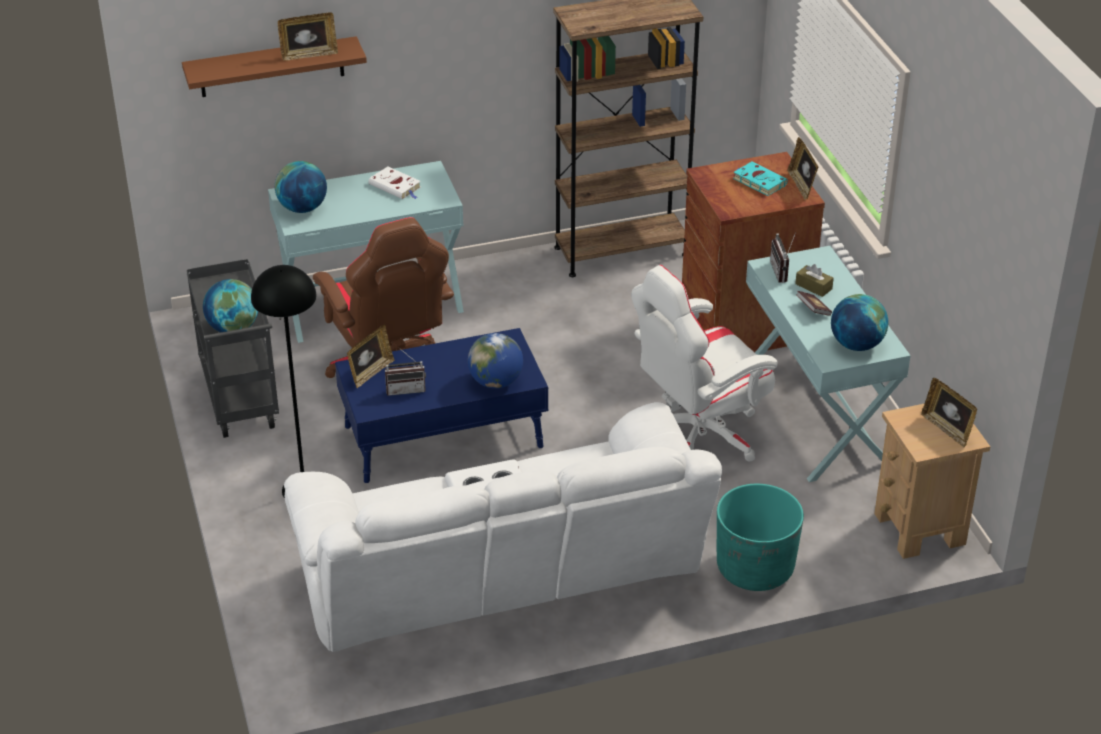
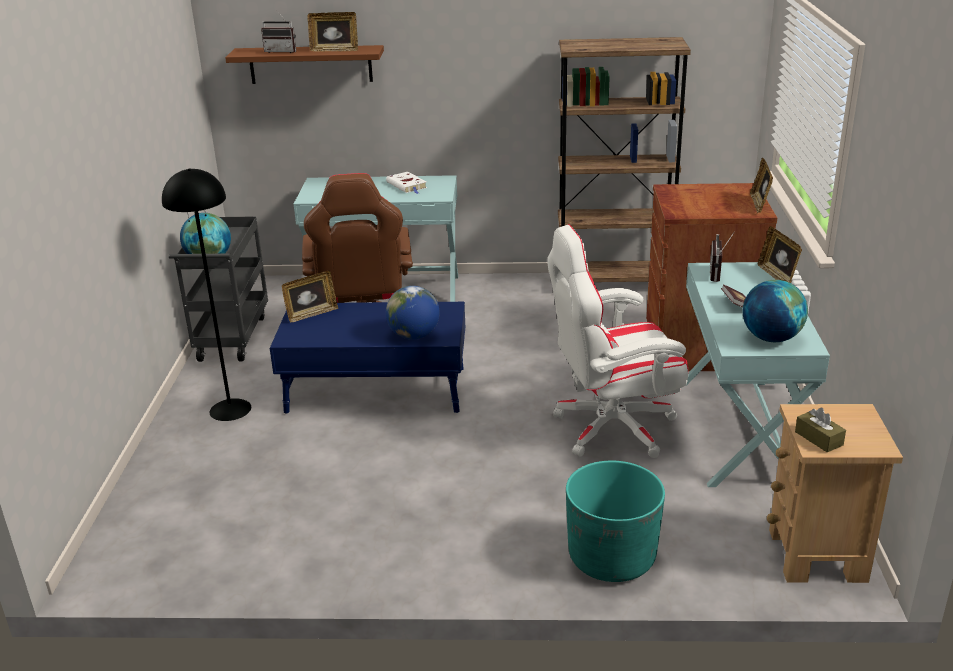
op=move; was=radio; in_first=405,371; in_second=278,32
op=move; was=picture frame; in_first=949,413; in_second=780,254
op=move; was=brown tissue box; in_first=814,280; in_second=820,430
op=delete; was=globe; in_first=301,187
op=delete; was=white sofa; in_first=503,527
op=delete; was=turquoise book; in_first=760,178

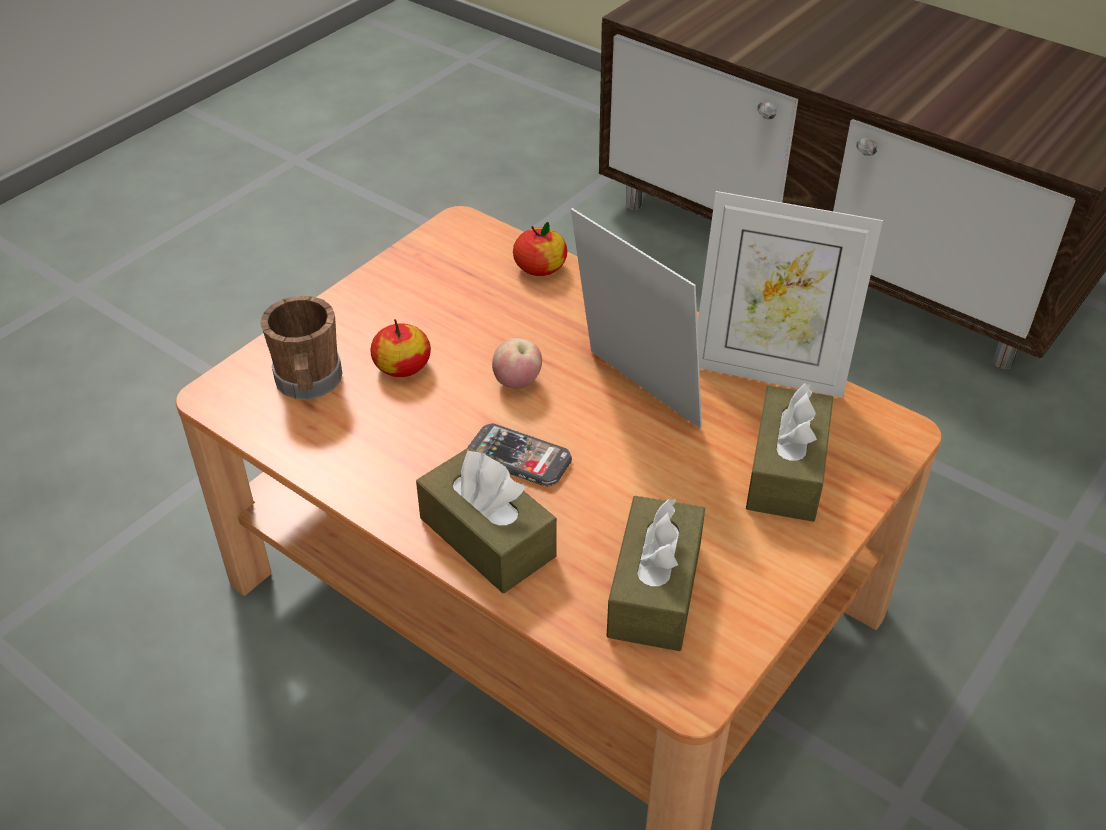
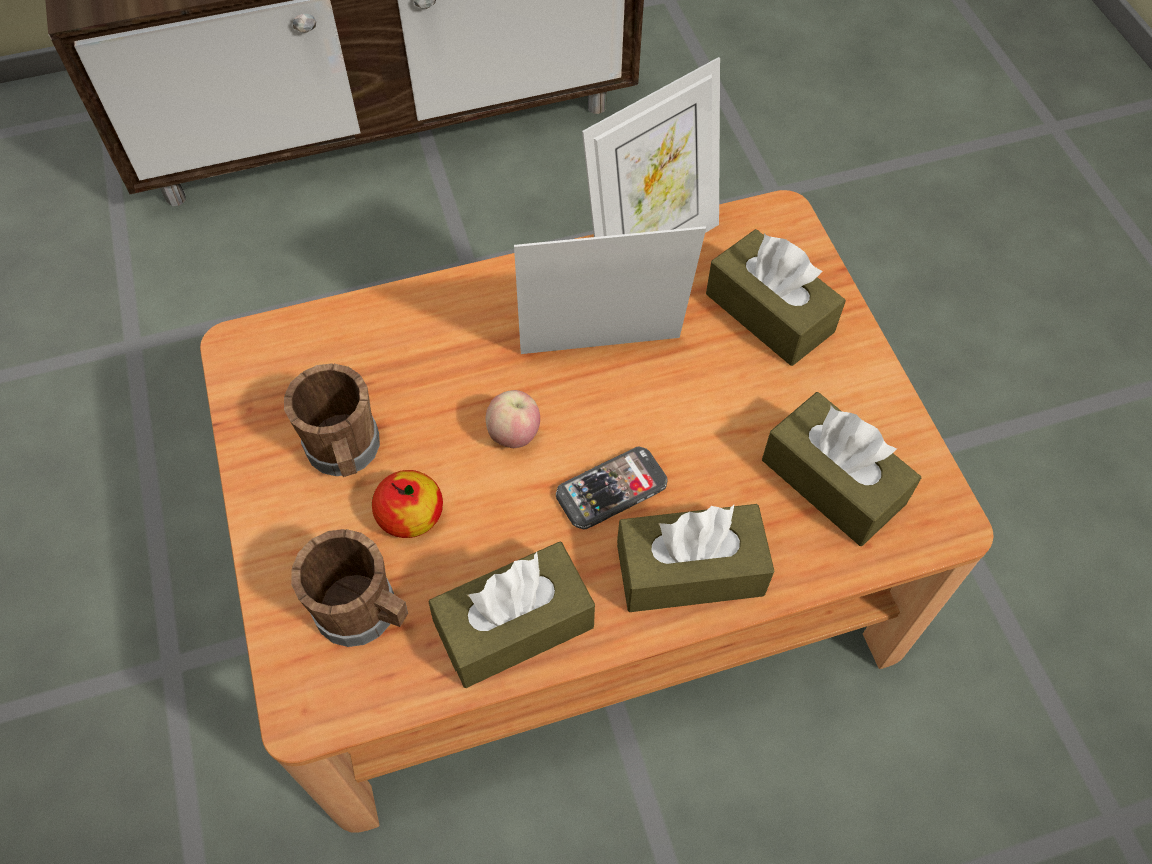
op=insert; now=brown mug; in_second=332,420
op=insert; now=brown tissue box; in_second=512,614
op=delete; was=apple; in_first=540,249

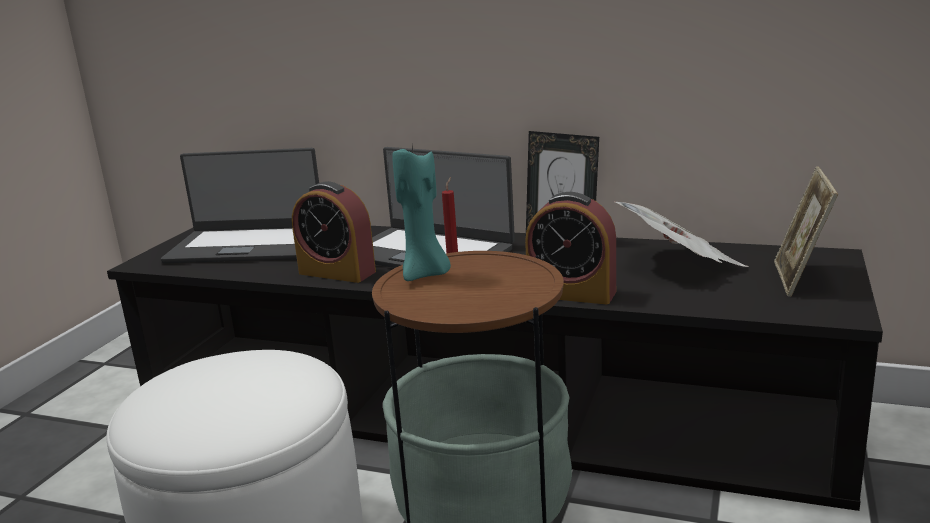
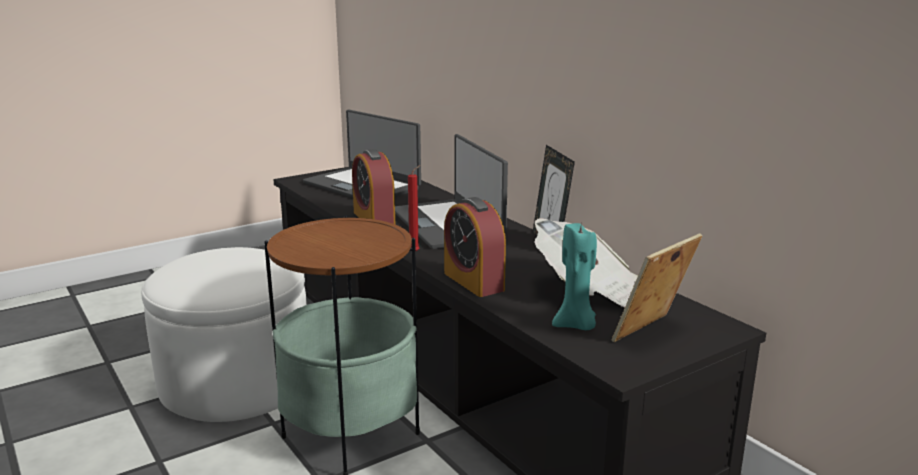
op=move; was=turquoise candle; in_first=421,213; in_second=574,276

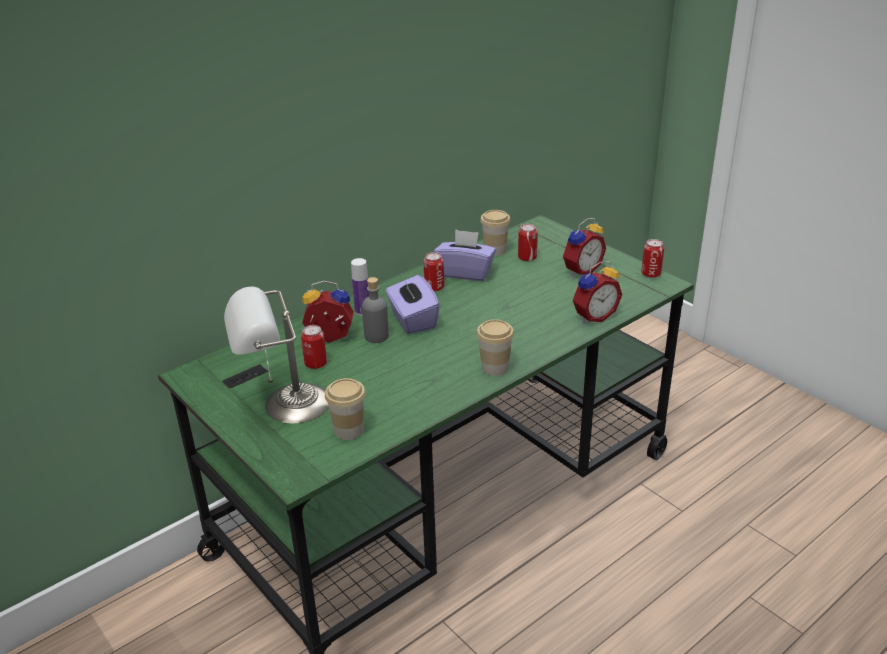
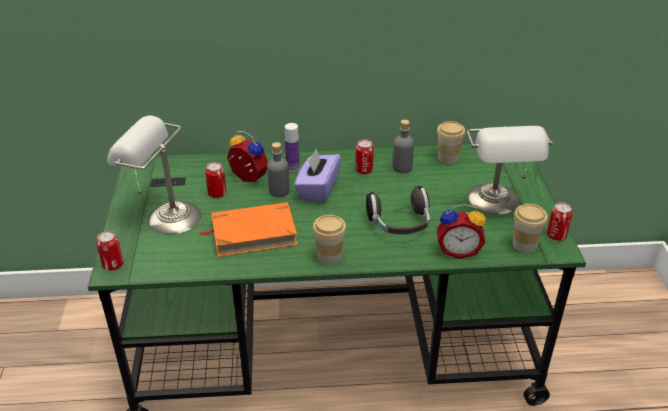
op=move; was=can; in_first=528,242; in_second=109,251
op=insert; now=orange book; in_second=248,229
op=insert; now=headphones; in_second=398,210
op=replace; was=purple tissue box; now=grey bottle; in_first=465,255; in_second=403,146
op=replace; was=alarm clock; now=white table lamp; in_first=584,247; in_second=510,170
op=move; was=cup; in_first=345,409; in_second=530,228

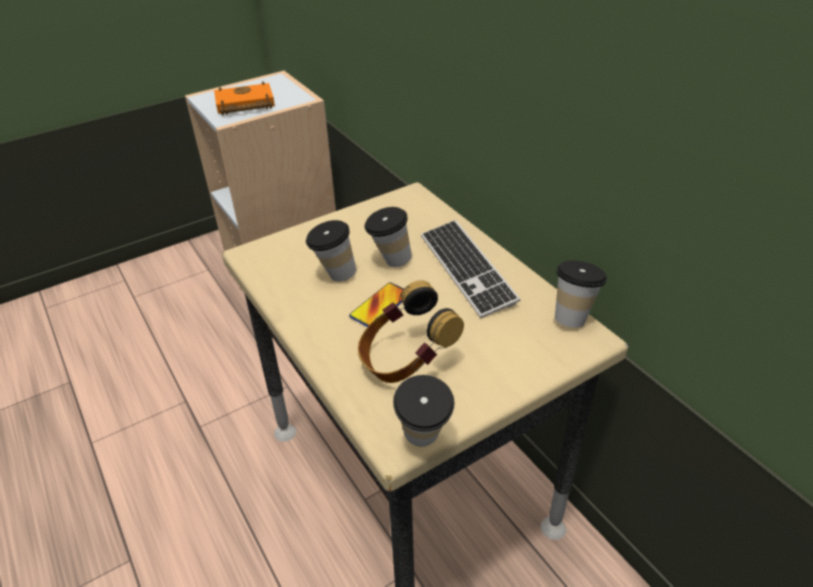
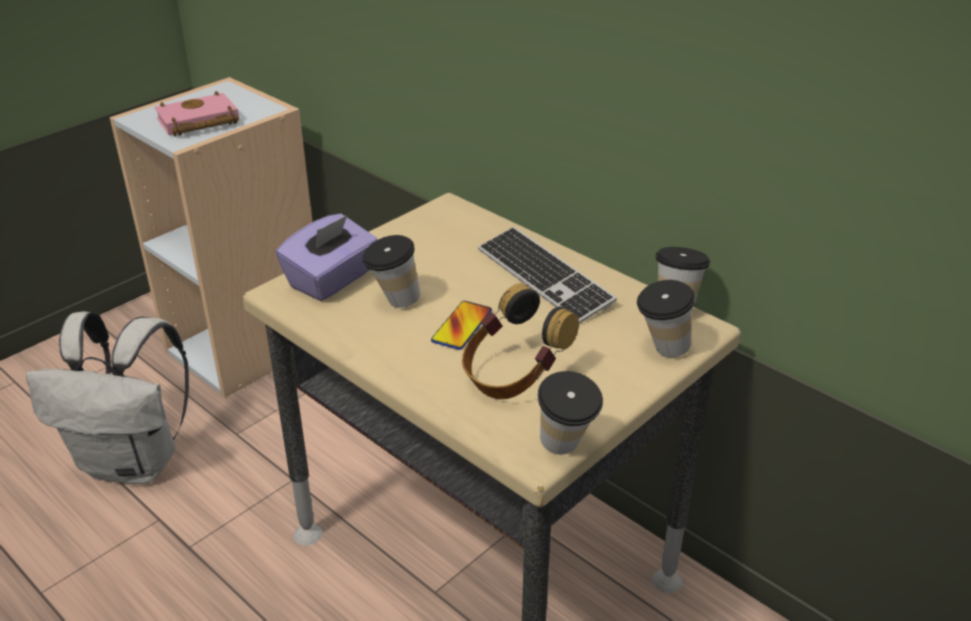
op=insert; now=white backpack; in_second=107,397
op=recolor; was=orange book; now=pink book; in_first=244,98; in_second=196,114
op=insert; now=purple tissue box; in_second=327,257
op=move; was=cup; in_first=388,237; in_second=666,318

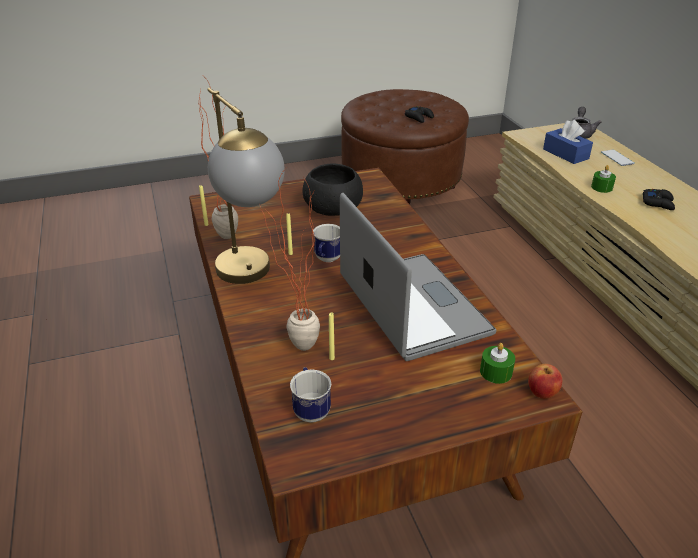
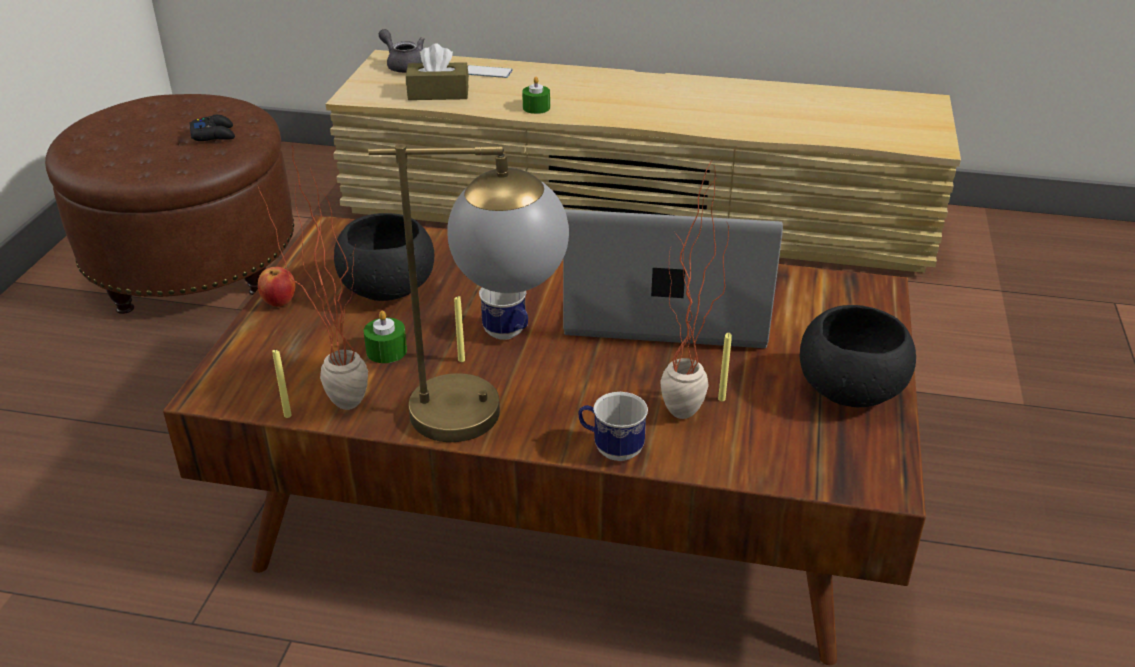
op=move; was=apple; in_first=545,381; in_second=276,287
op=move; was=green candle; in_first=497,363; in_second=385,337
op=recolor; was=blue tissue box; now=brown tissue box; in_first=568,142; in_second=437,71
op=move; was=mug; in_first=310,395; in_second=613,426
op=insert; now=black bowl; in_second=858,356
op=delete; was=black game controller; in_first=659,199

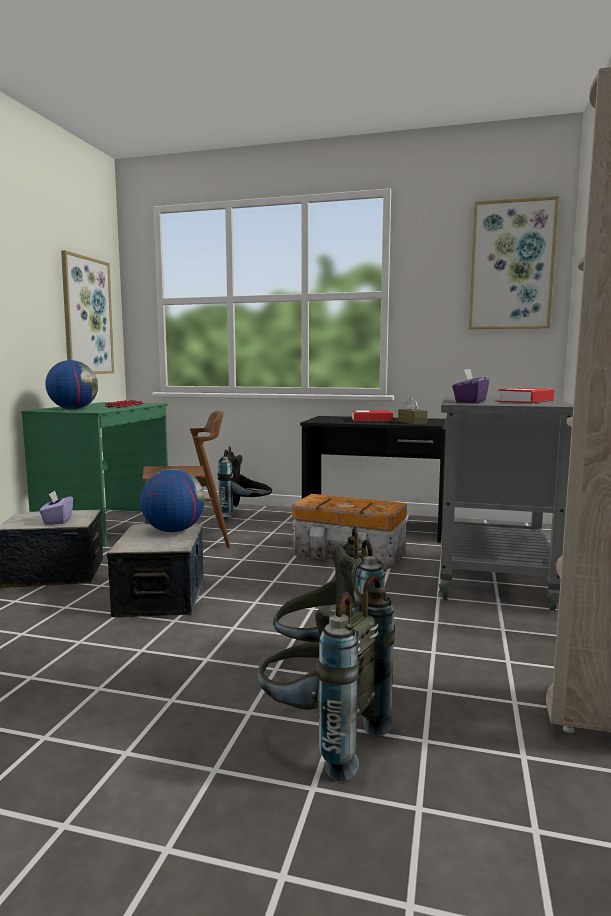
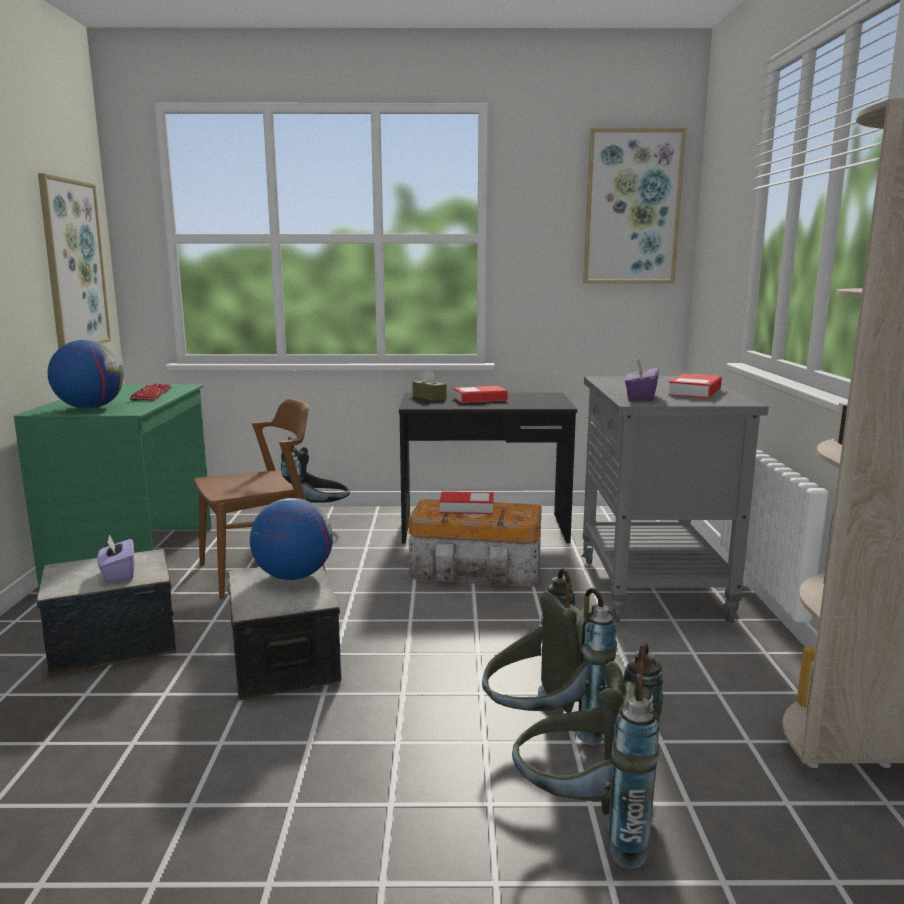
op=move; was=brown tissue box; in_first=412,410; in_second=429,385
op=insert; now=book; in_second=466,502

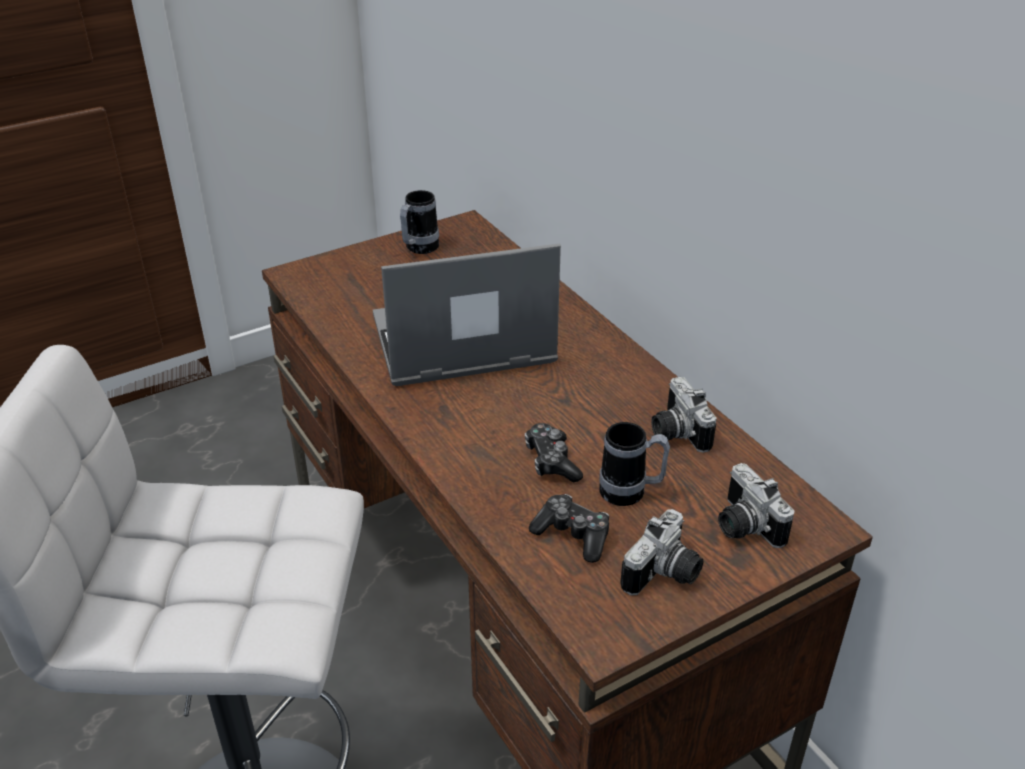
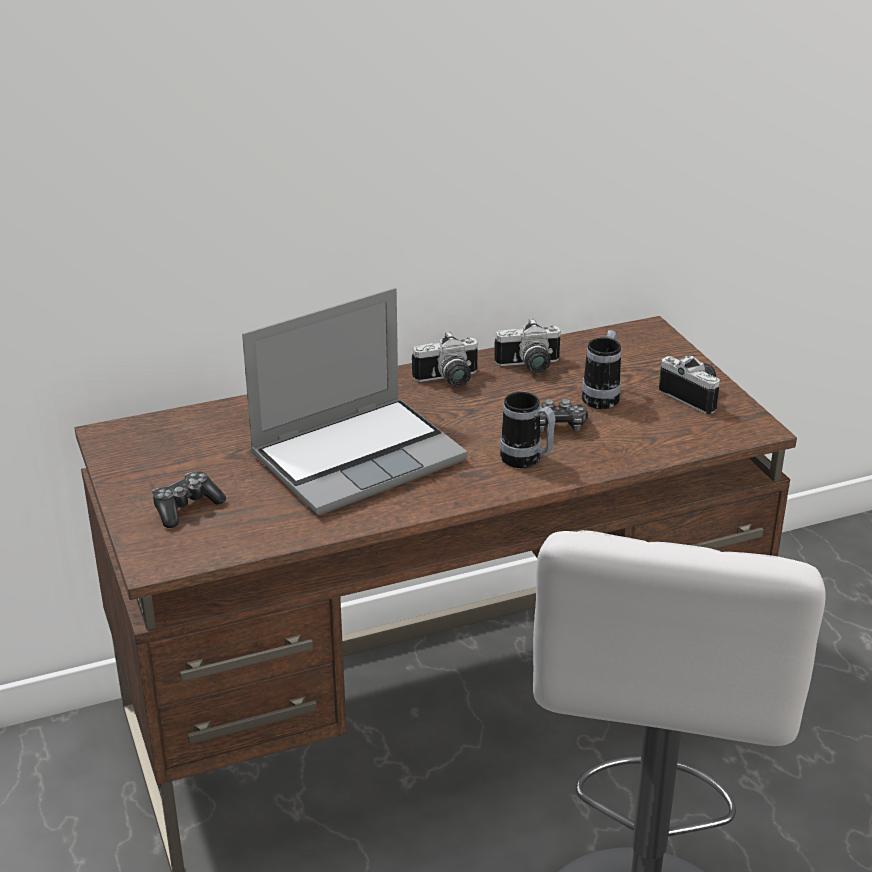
op=move; was=game controller; in_first=569,528; in_second=189,499
op=rotate; was=laptop; in_first=467,314; in_second=355,401; clockwise=-120
op=move; was=photo camera; in_first=756,505; in_second=445,359
op=move; was=mug; in_first=419,222; in_second=527,430

